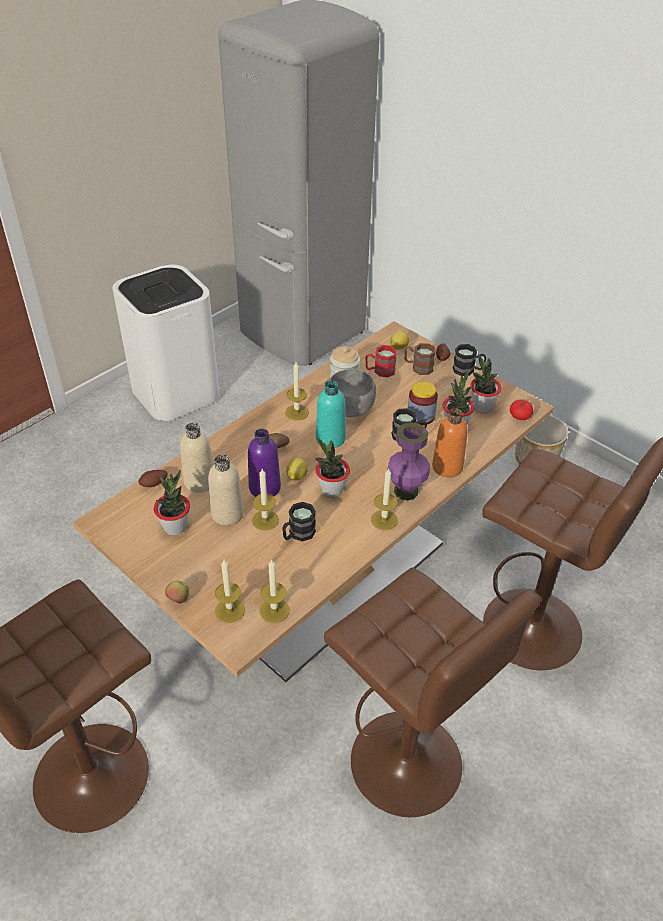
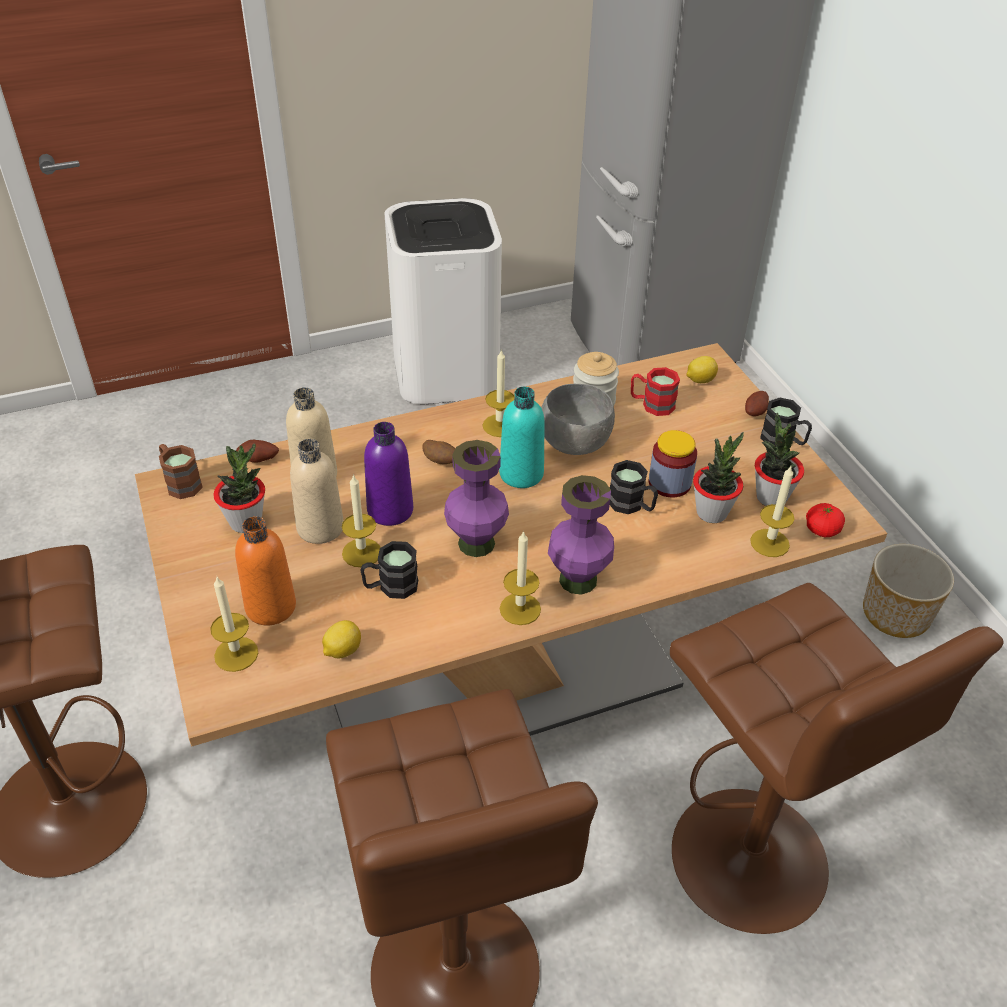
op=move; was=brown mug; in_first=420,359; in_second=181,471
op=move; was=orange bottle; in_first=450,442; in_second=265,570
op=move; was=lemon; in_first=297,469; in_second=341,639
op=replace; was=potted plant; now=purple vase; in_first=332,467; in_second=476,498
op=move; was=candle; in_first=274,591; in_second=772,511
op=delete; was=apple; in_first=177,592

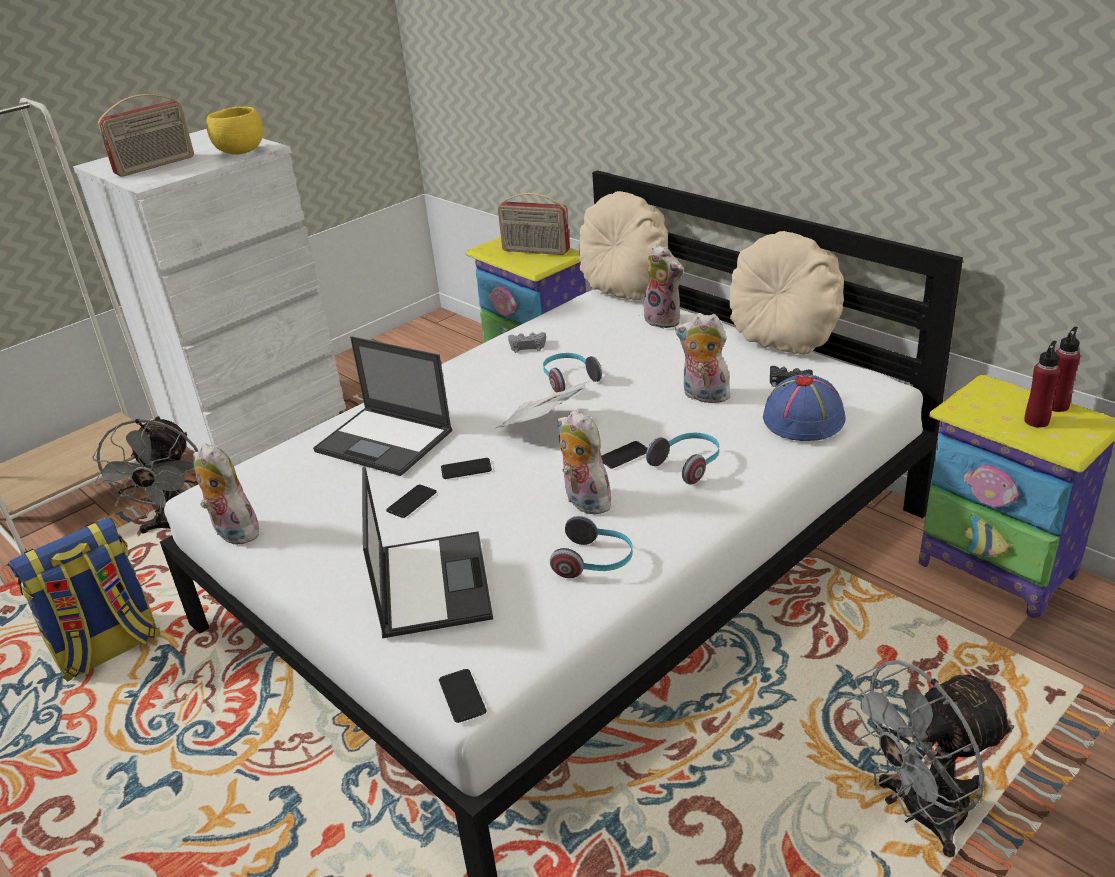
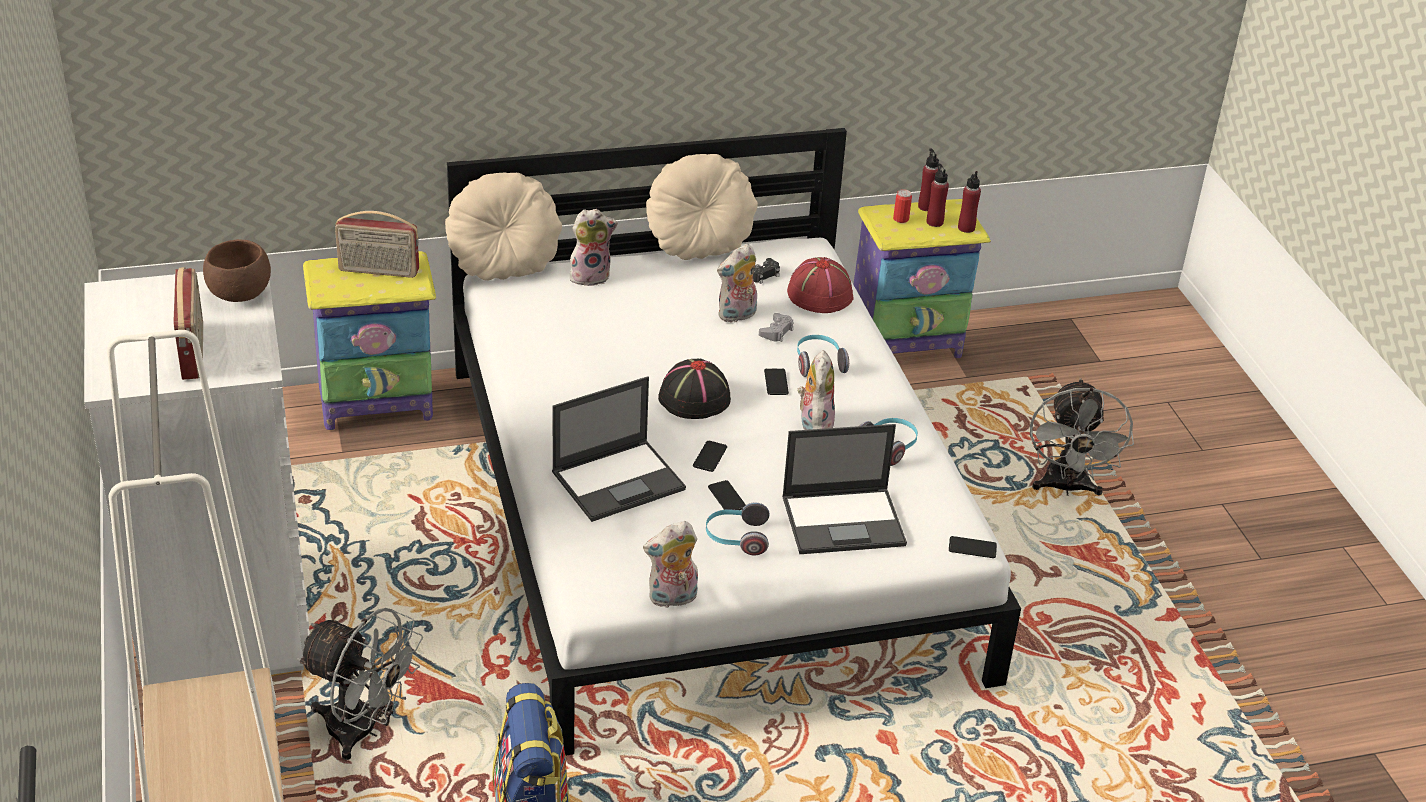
op=recolor; was=yellow bowl; now=brown bowl; in_first=234,131; in_second=237,270
op=rotate; was=radio; in_first=534,224; in_second=377,244; clockwise=45
op=replace; was=newspaper; now=black hat; in_first=544,404; in_second=694,388
op=move; was=headphones; in_first=572,373; in_second=738,529
op=move; was=grey game controller; in_first=527,342; in_second=776,327
op=rotate; was=laptop; in_first=427,552; in_second=844,489; clockwise=150
op=recolor; was=blue hat; now=red hat; in_first=804,407; in_second=820,285
op=rotate; was=plush toy; in_first=587,462; in_second=816,390; clockwise=105
op=insert; now=can; in_second=902,206
op=insert; now=red bottle; in_second=969,202

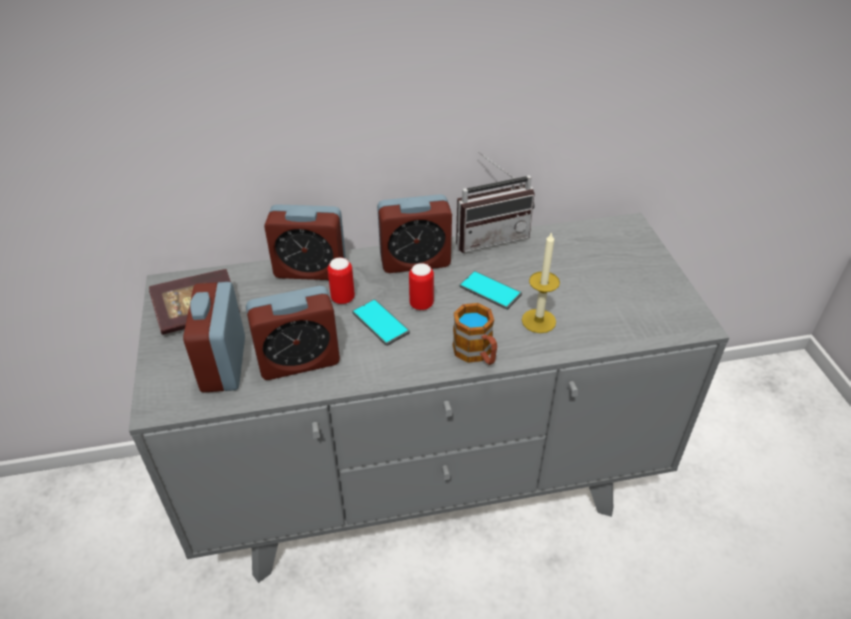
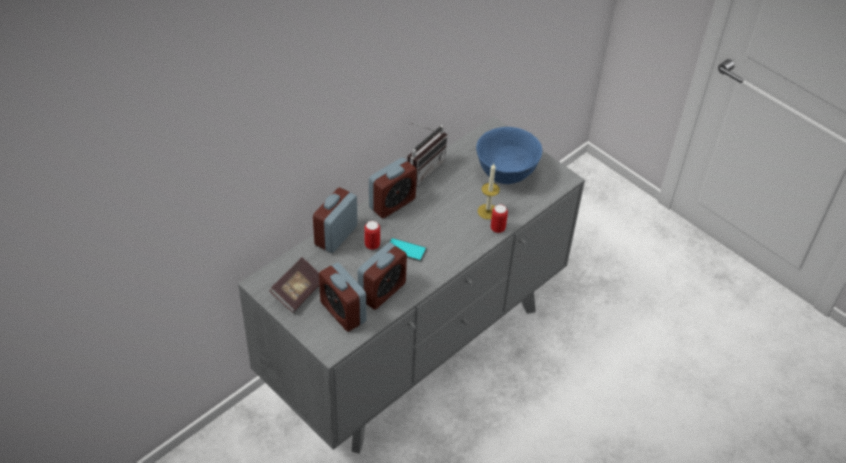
op=rotate; was=alarm clock; in_first=305,242; in_second=335,220; clockwise=150
op=insert; now=blue bowl; in_second=509,155
op=move; was=can; in_first=421,286; in_second=499,218
op=delete; was=mug; in_first=475,334
op=delete; was=phone; in_first=491,290

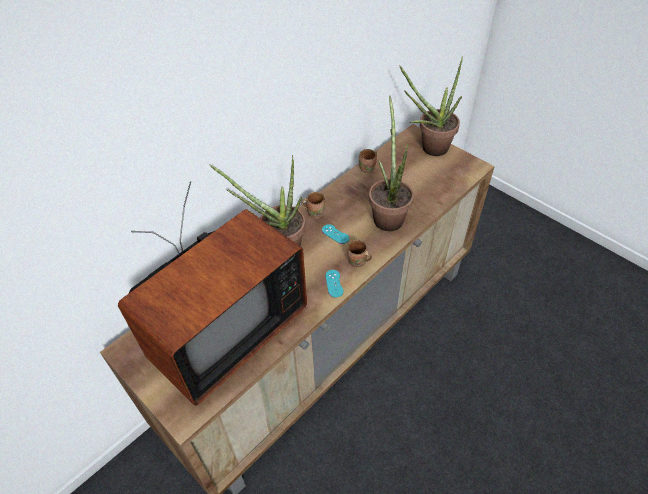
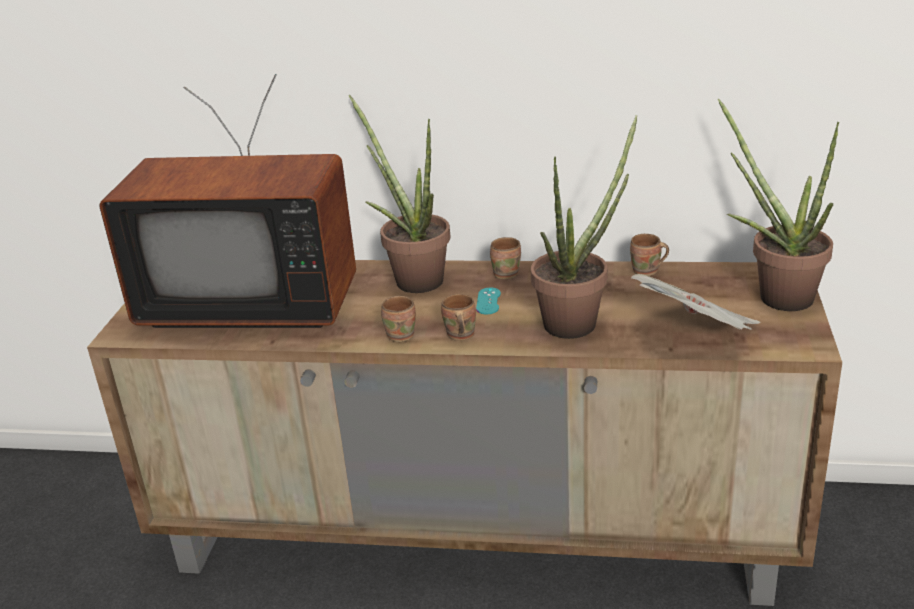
op=replace; was=turquoise game controller; now=brown mug; in_first=334,283; in_second=398,319
op=insert; now=newspaper; in_second=695,302

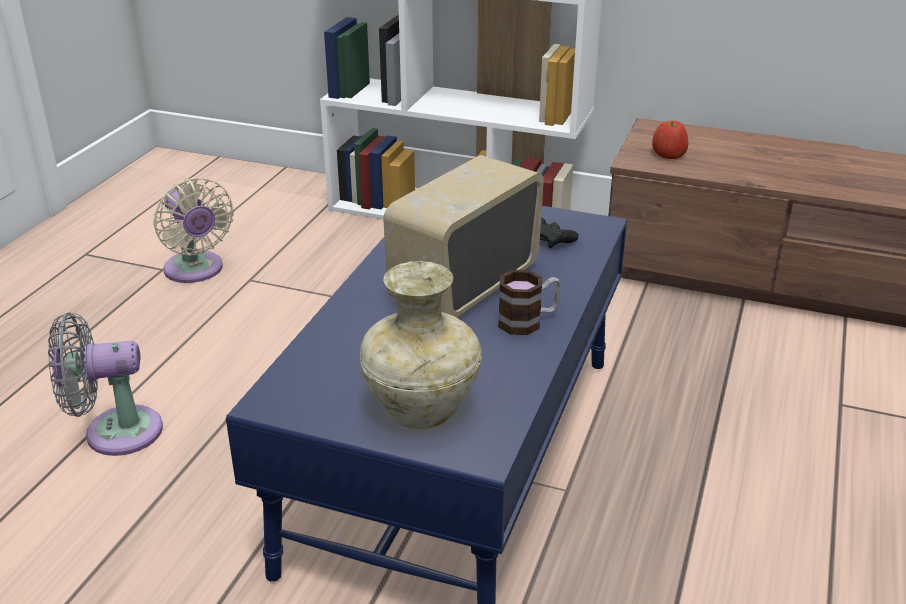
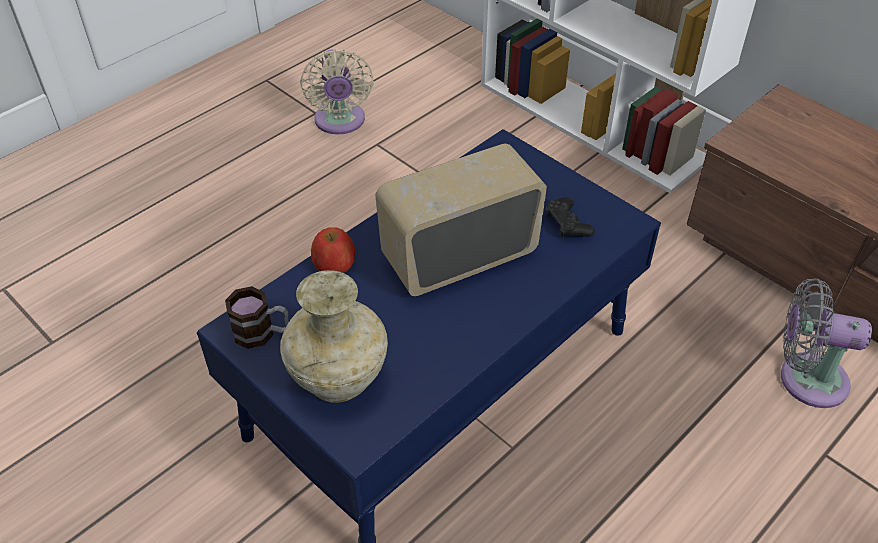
op=move; was=mug; in_first=529,302; in_second=257,317
op=move; was=apple; in_first=670,139; in_second=333,250
op=move; was=grey fan; in_first=105,384; in_second=826,343

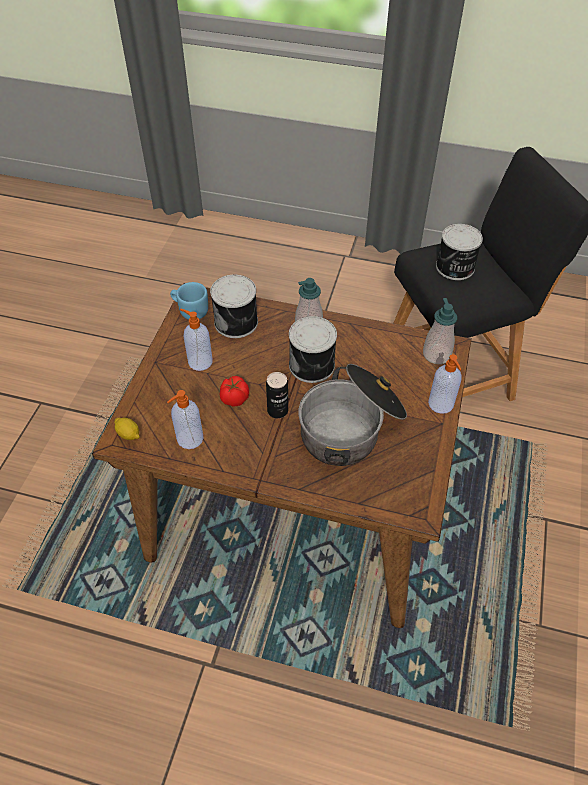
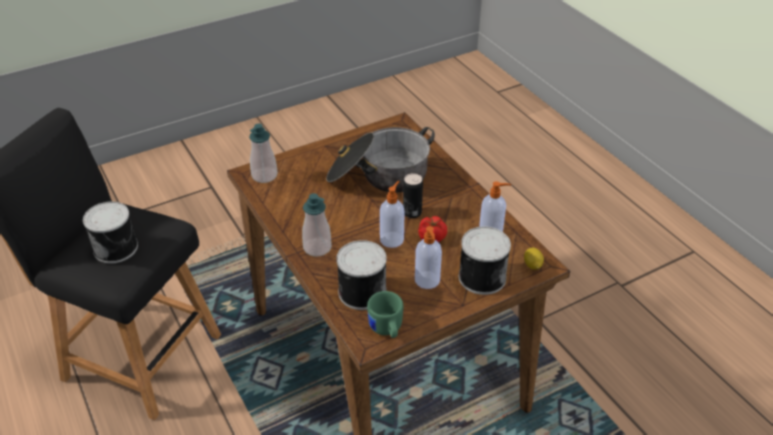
op=recolor; was=blue mug; now=green mug; in_first=189,301; in_second=385,314
op=move; was=soap dispenser; in_first=445,384; in_second=392,214
op=move; was=can; in_first=313,349; in_second=485,260

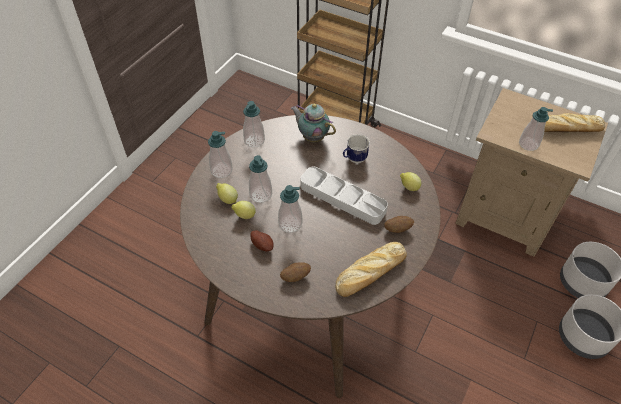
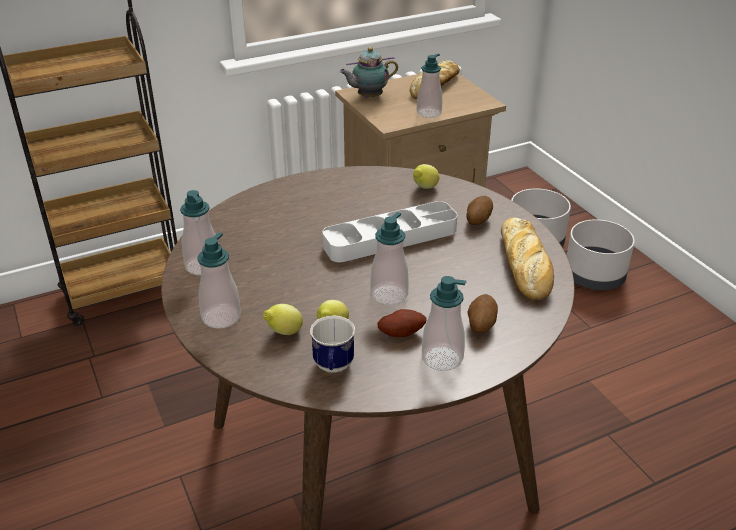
op=move; was=mug; in_first=356,148; in_second=332,344
op=move; was=teapot; in_first=313,123; in_second=368,72
op=move; was=soap dispenser; in_first=260,179; in_second=444,323

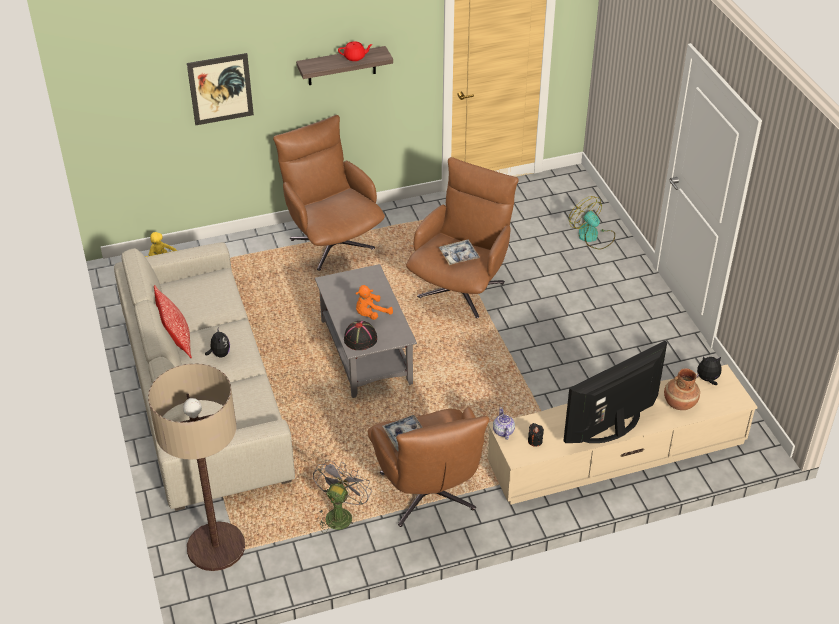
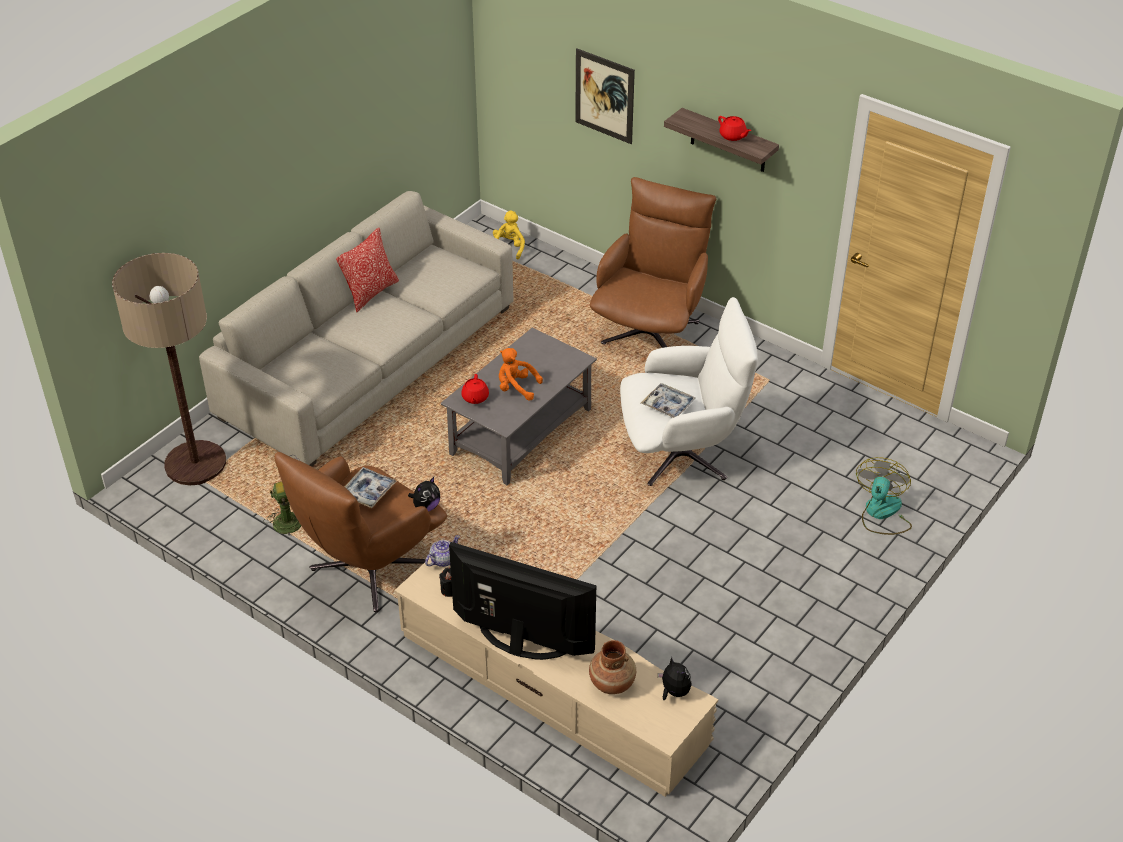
op=move; was=plush toy; in_first=217,341; in_second=424,494
op=replace; was=black hat; now=red teapot; in_first=360,335; in_second=475,389
op=recolor; was=brown armchair; now=white armchair; in_first=462,237; in_second=689,391

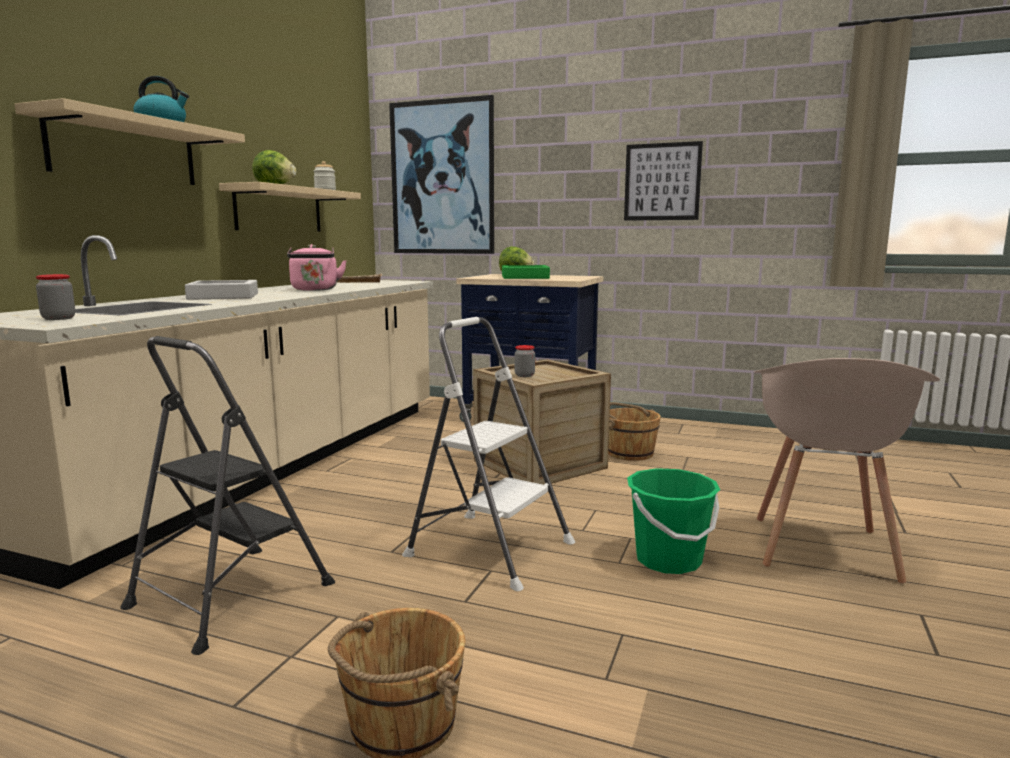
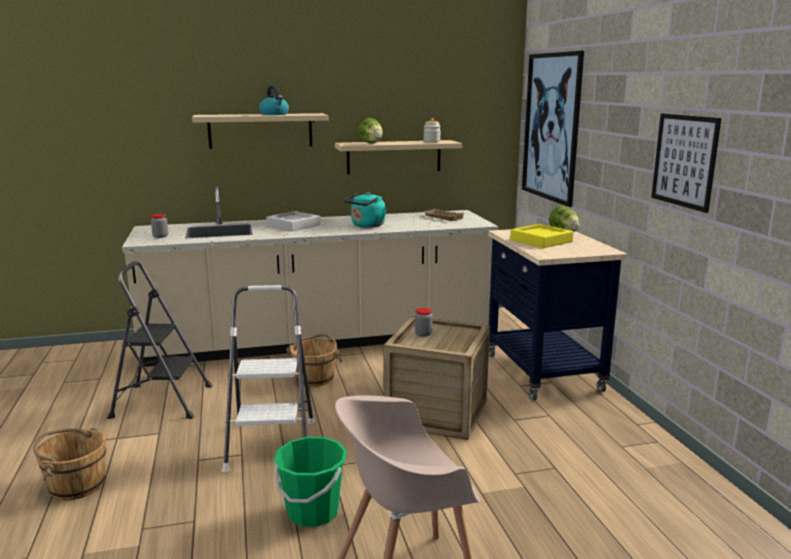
op=move; was=brown bucket; in_first=634,431; in_second=314,360
op=recolor; was=pink kettle; now=turquoise kettle; in_first=317,267; in_second=365,210
op=recolor; was=green tray; now=yellow tray; in_first=526,272; in_second=542,236

